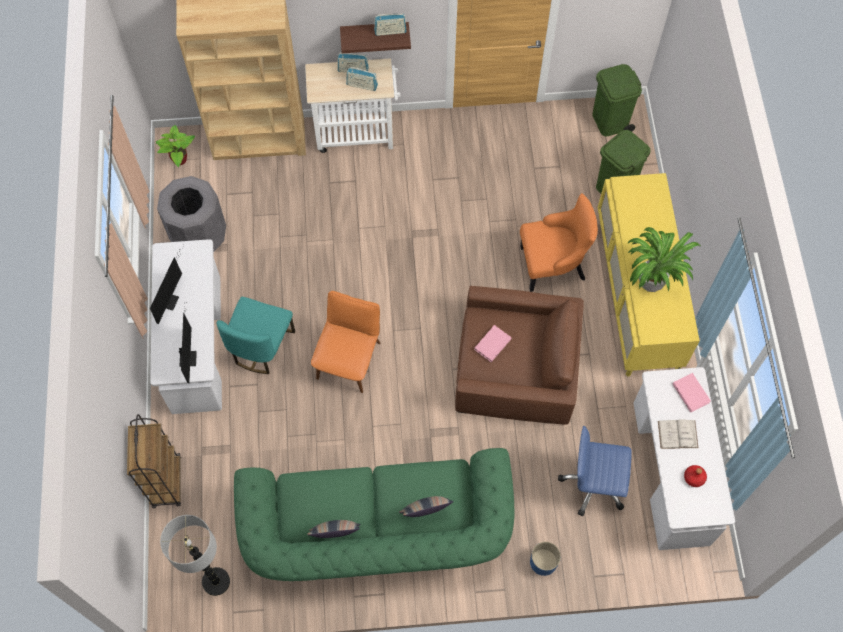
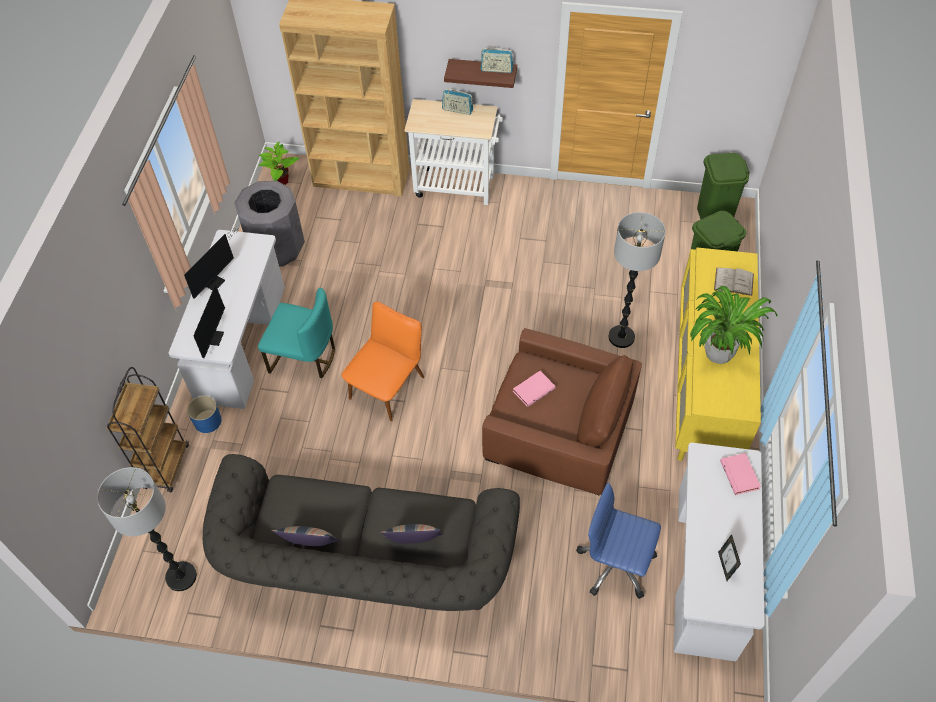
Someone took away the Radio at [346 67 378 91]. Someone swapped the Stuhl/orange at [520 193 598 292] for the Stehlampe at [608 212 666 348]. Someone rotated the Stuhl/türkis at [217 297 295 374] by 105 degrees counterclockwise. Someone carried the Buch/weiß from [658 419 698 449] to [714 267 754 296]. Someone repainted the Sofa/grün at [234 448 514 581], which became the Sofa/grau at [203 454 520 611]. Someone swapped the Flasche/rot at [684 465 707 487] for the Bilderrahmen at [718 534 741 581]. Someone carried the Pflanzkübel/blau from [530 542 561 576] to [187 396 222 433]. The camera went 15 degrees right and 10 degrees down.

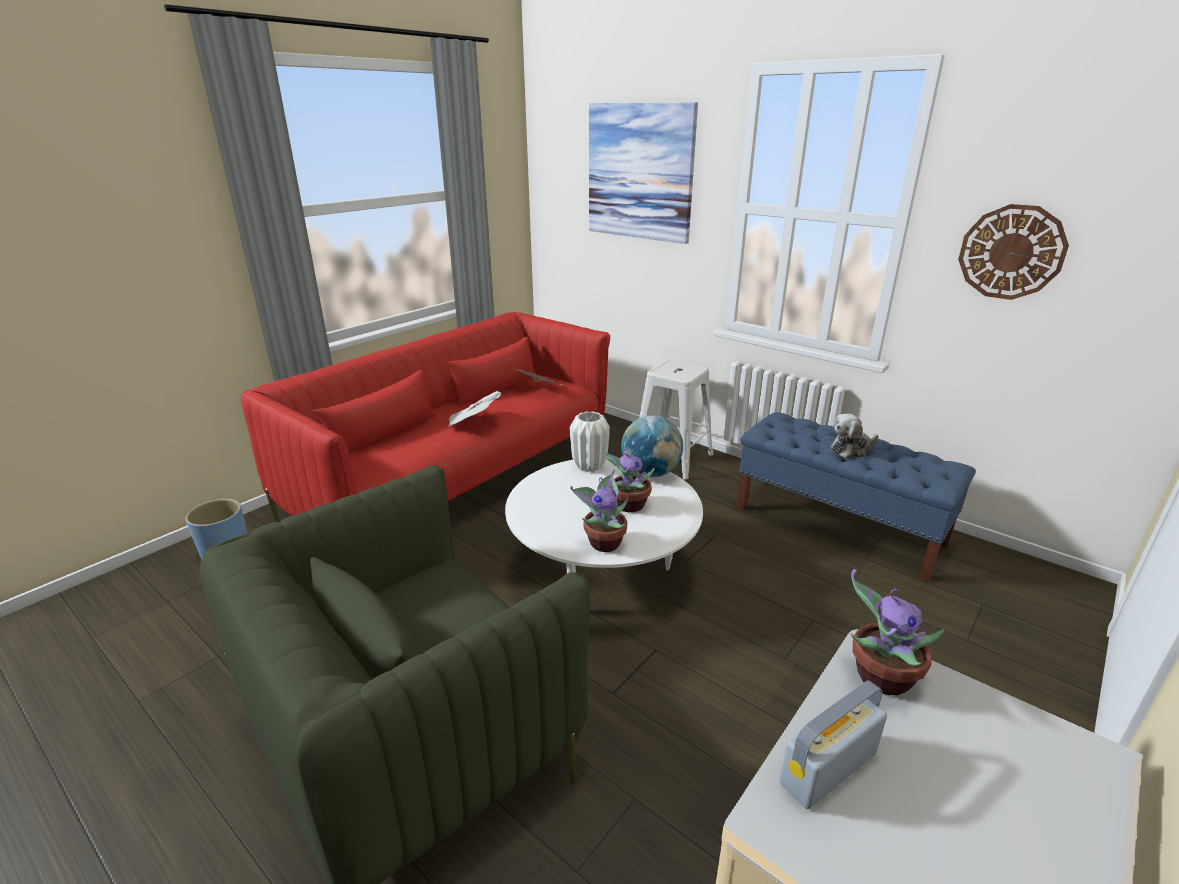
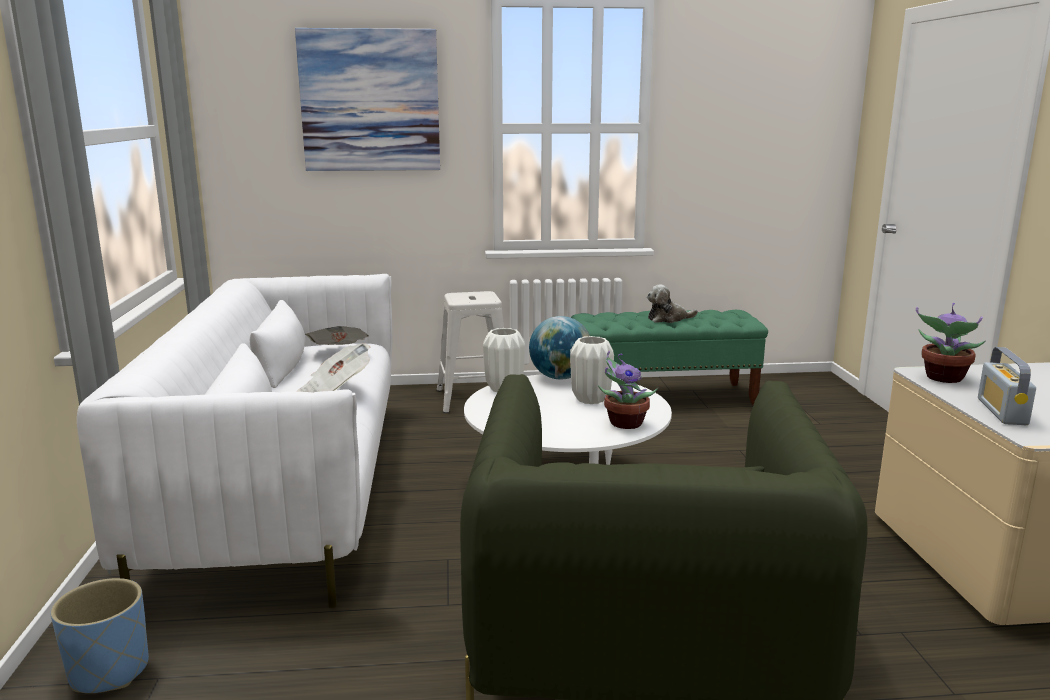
Someone took away the Wanduhr at [958 204 1069 300]. Someone repainted the Sofa/rot at [241 312 610 522], which became the Sofa/weiß at [77 274 392 608]. Someone repainted the Bank/blau at [736 412 976 582], which became the Bank/grün at [571 310 768 405]. Someone rotated the Plüschtier at [831 414 879 458] by 60 degrees clockwise. Someone swapped the Topfpflanze at [602 446 655 512] for the Vase/weiß at [570 336 614 404]. The camera went 45 degrees left and 10 degrees down.

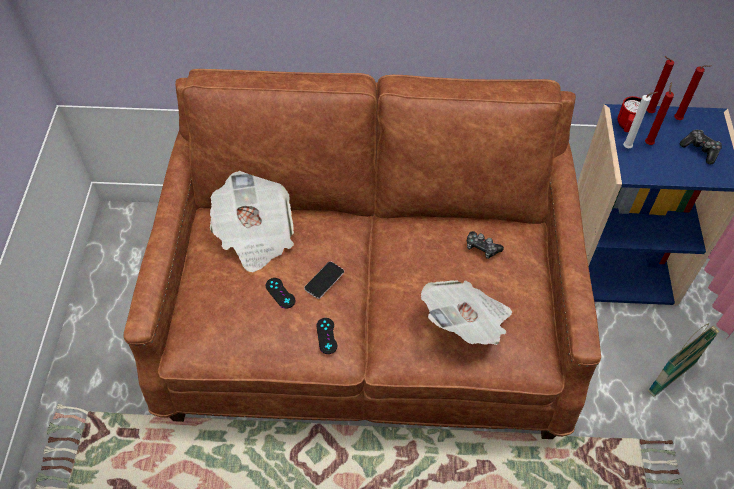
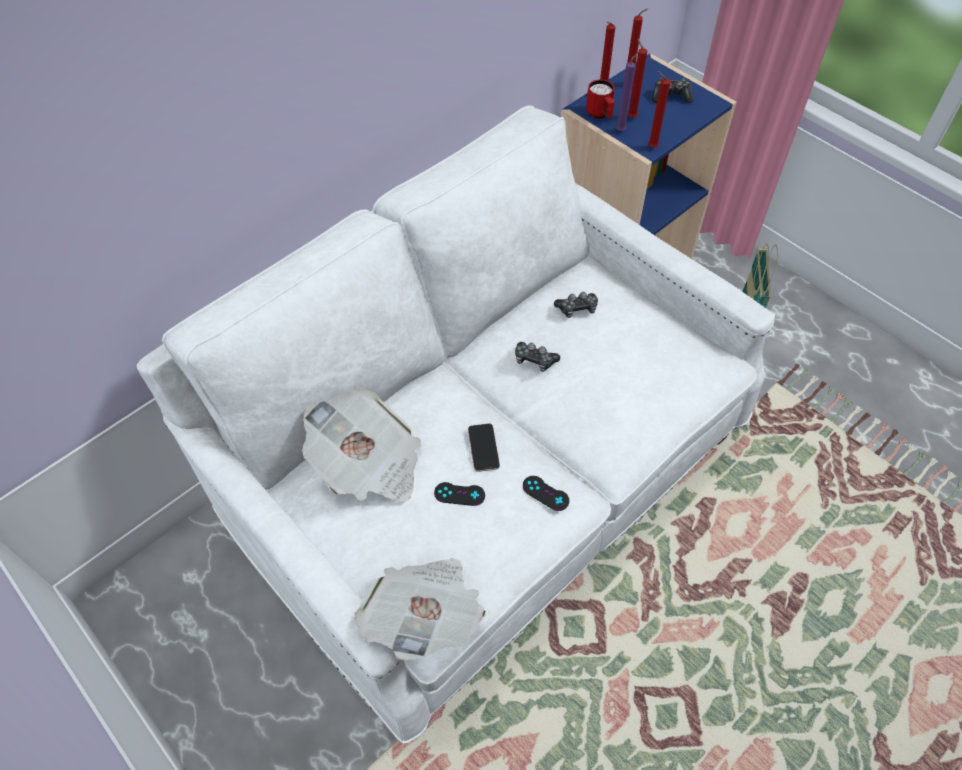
Someone repainted the Sofa/braun at [124 69 601 439], which became the Sofa/weiß at [137 105 775 744]. Someone repainted the Kerze/weiß at [623 92 658 148], which became the Kerze/lila at [616 52 639 131]. Someone carried the Zeitung from [421 280 512 345] to [355 558 486 660]. Someone put down the Kerze/rot at [648 71 670 148]. Someone put down the Gamepad at [515 342 560 372]. The camera went 45 degrees left and 0 degrees up.

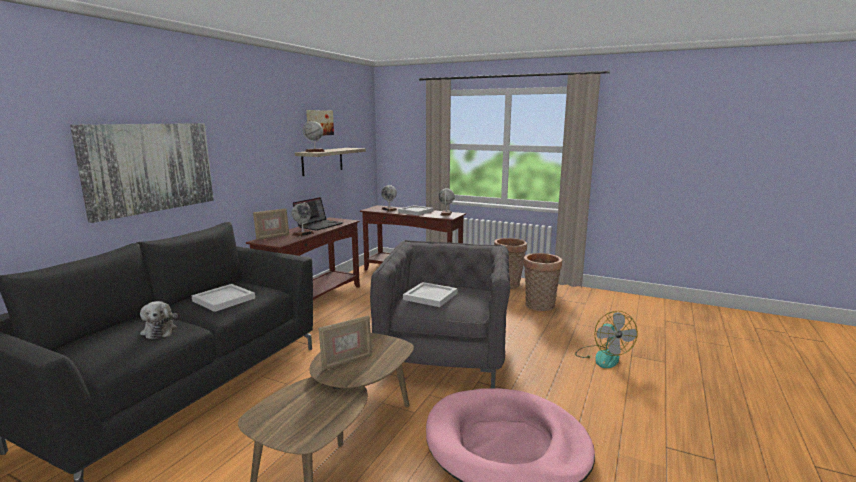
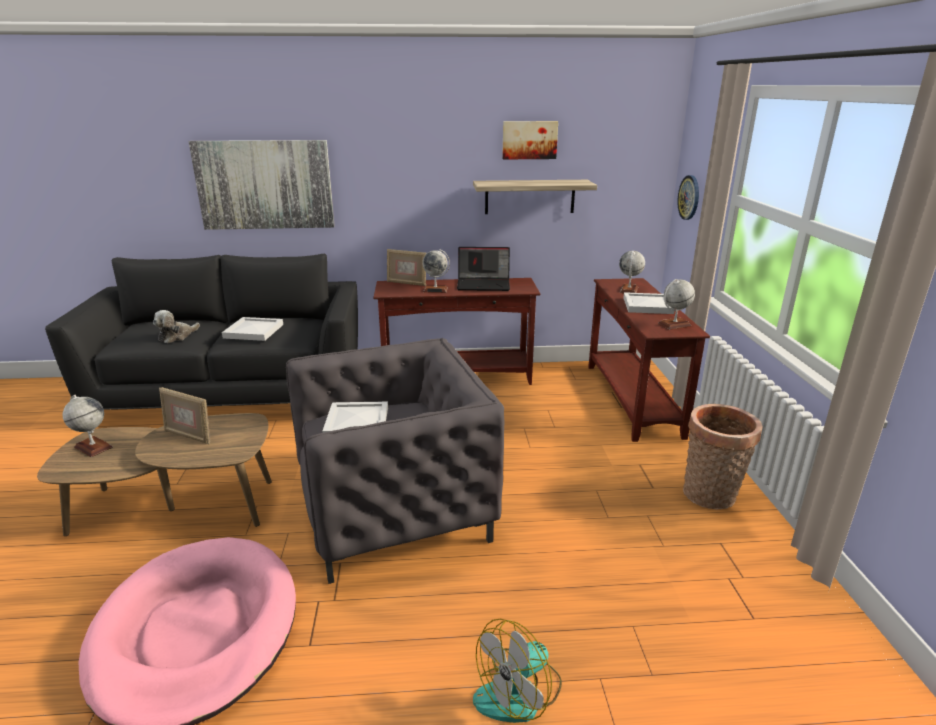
Someone carried the Globus from [303 120 325 152] to [63 395 113 457]. Someone took away the Korb at [524 253 562 311]. Someone put up the Wanduhr at [677 175 699 220]. The camera went 60 degrees right and 10 degrees up.

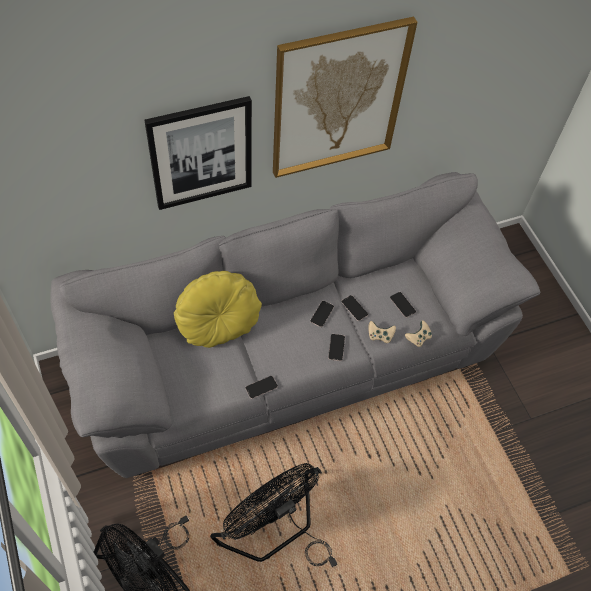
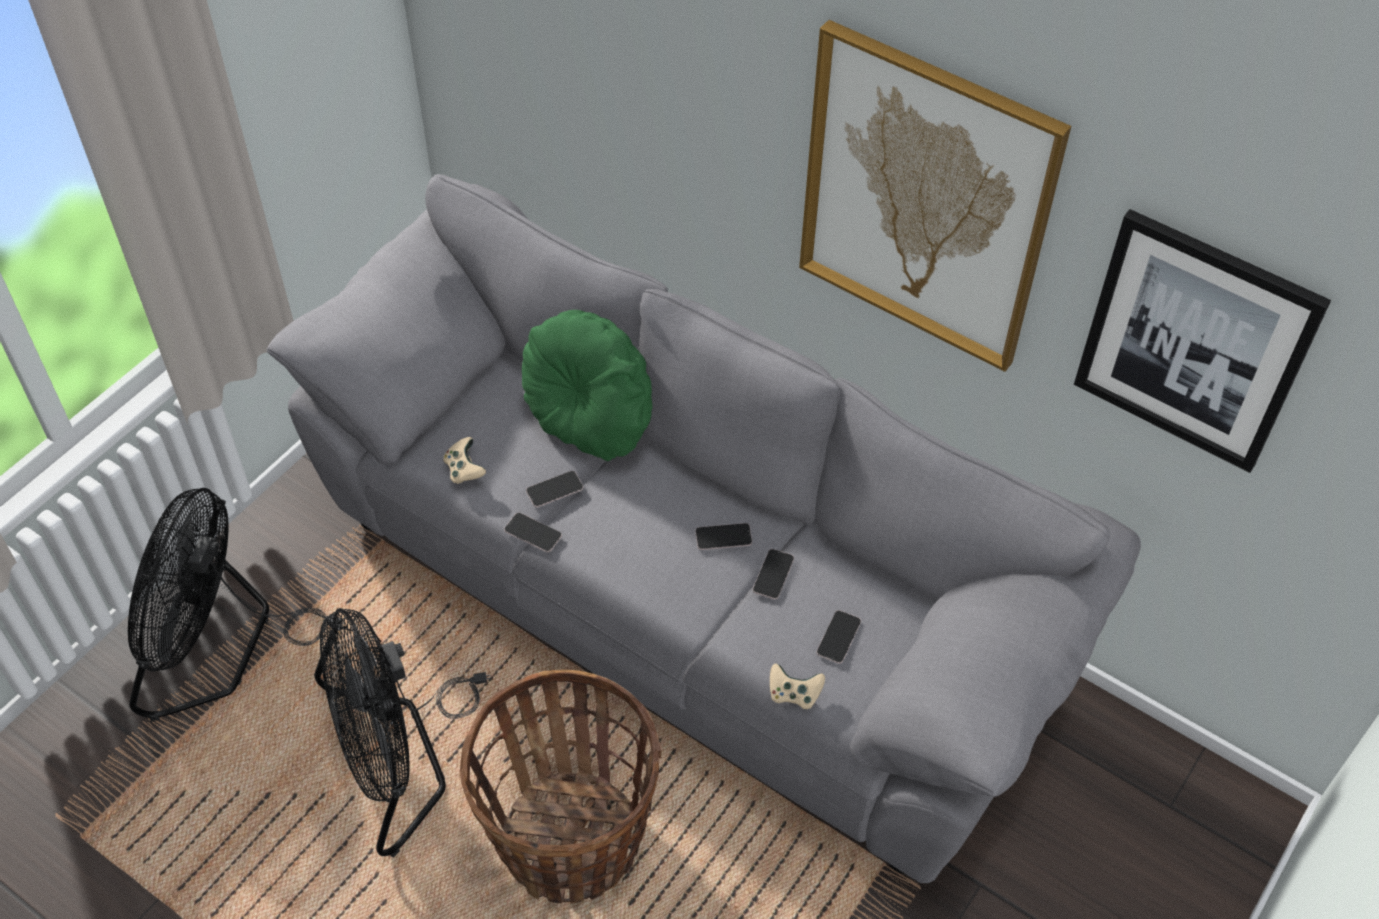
Someone carried the Bild from [144 96 252 210] to [1074 209 1331 473]. Someone repainted the Kissen/gelb at [174 271 262 348], which became the Kissen/grün at [522 310 653 461]. Someone carried the Gamepad/beige from [369 321 396 343] to [443 437 486 484]. Someone carried the Handy from [328 334 345 361] to [526 471 583 507]. Someone rotated the Ventilator/schwarz at [210 463 337 568] by 135 degrees counterclockwise. Someone put down the Korb at [460 669 662 904]. The camera went 60 degrees right and 5 degrees down.

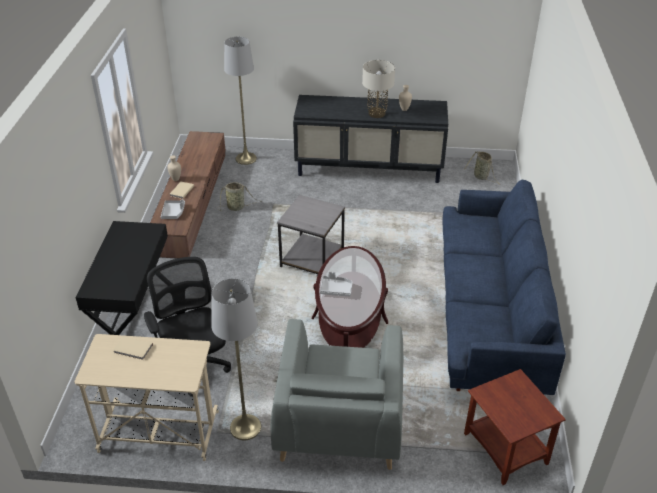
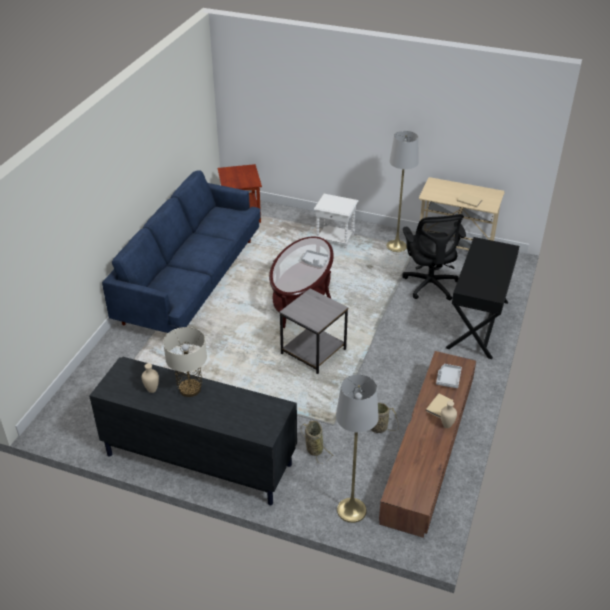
Someone carried the Korb from [465 151 501 185] to [301 420 333 464]. Someone swapped the Sessel/grau at [271 319 403 470] for the Beistelltisch/weiß at [313 194 359 249]. The camera went 165 degrees left and 0 degrees up.

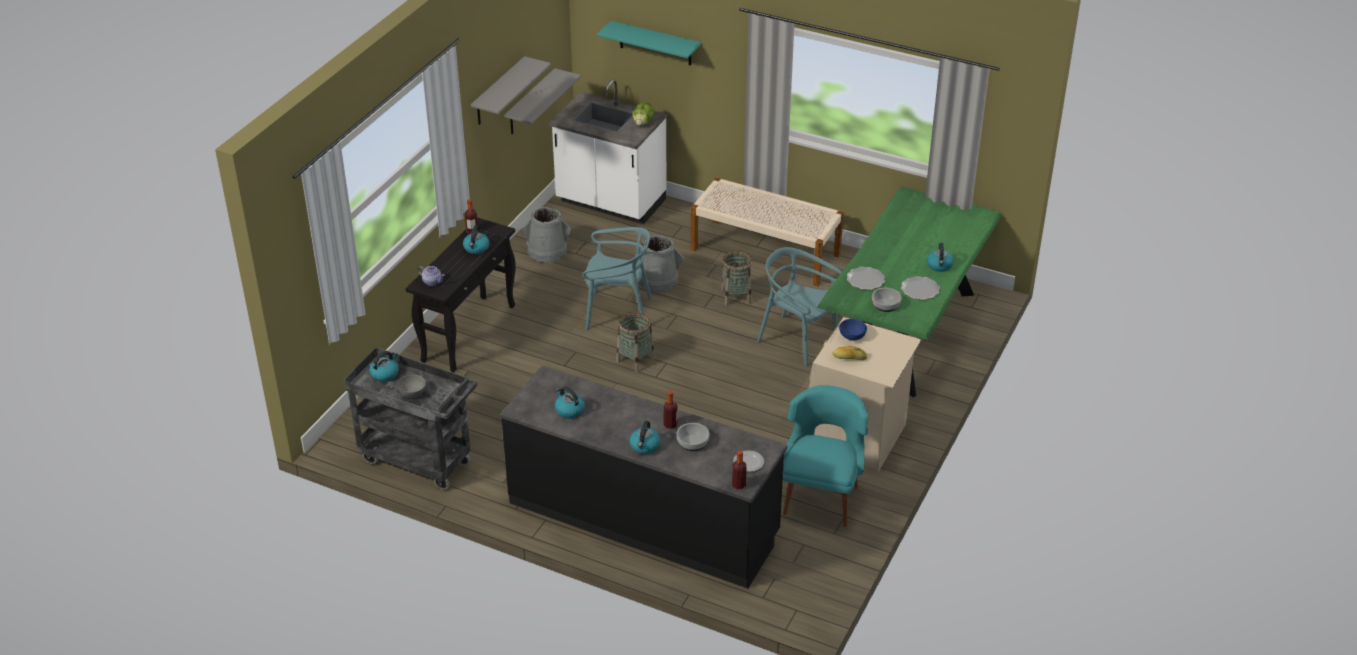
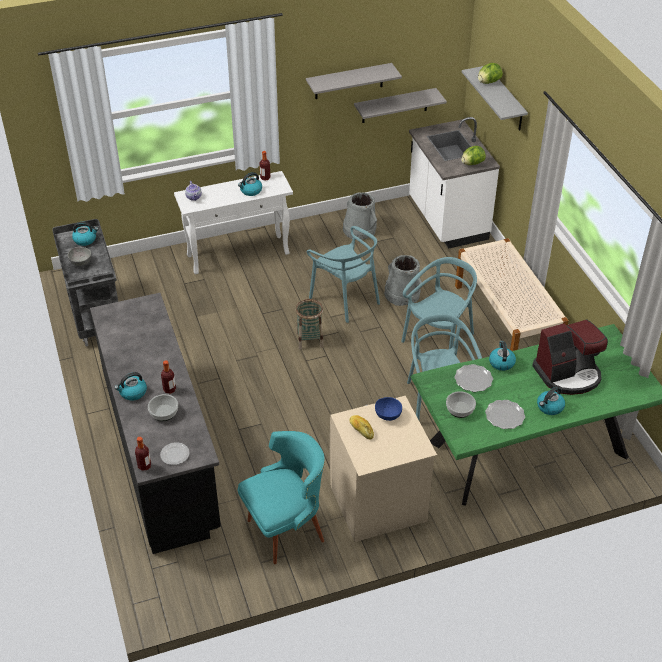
Someone repainted the Wandregal/türkis at [597 21 701 65], which became the Wandregal/grau at [462 66 528 131]. Someone repainted the Konsolentisch/schwarz at [406 218 516 372], which became the Konsolentisch/weiß at [174 171 293 274]. Someone swapped the Korb at [721 250 752 306] for the Stuhl/türkis at [401 257 477 349]. Someone carried the Wasserkessel from [555 387 585 419] to [489 341 516 371]. Someone put down the Salatkopf at [478 63 503 84]. Someone put down the Kaffeemaschine at [532 319 608 395]. The camera went 45 degrees right and 5 degrees up.

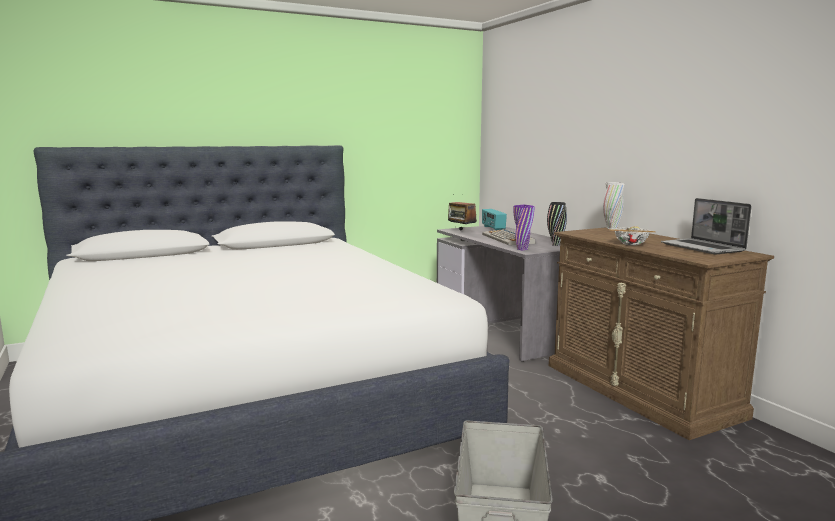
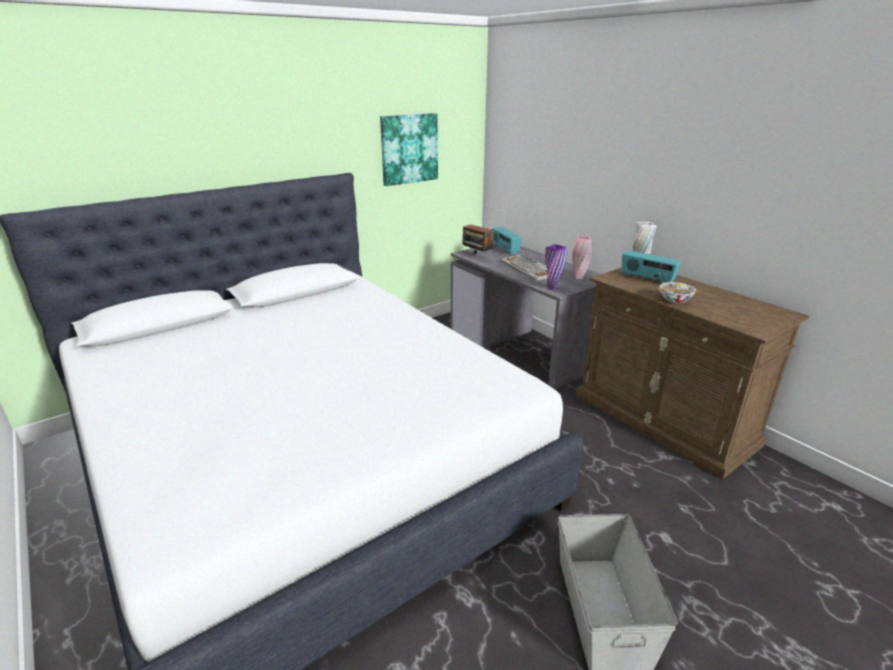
Someone took away the Laptop at [661 198 752 254]. Someone repainted the Vase/schwarz at [547 202 567 246], which became the Vase/rosa at [572 236 592 279]. Someone put up the Bild at [380 113 438 186]. Someone put down the Radio at [622 250 681 283]. The camera went 10 degrees left and 15 degrees up.

